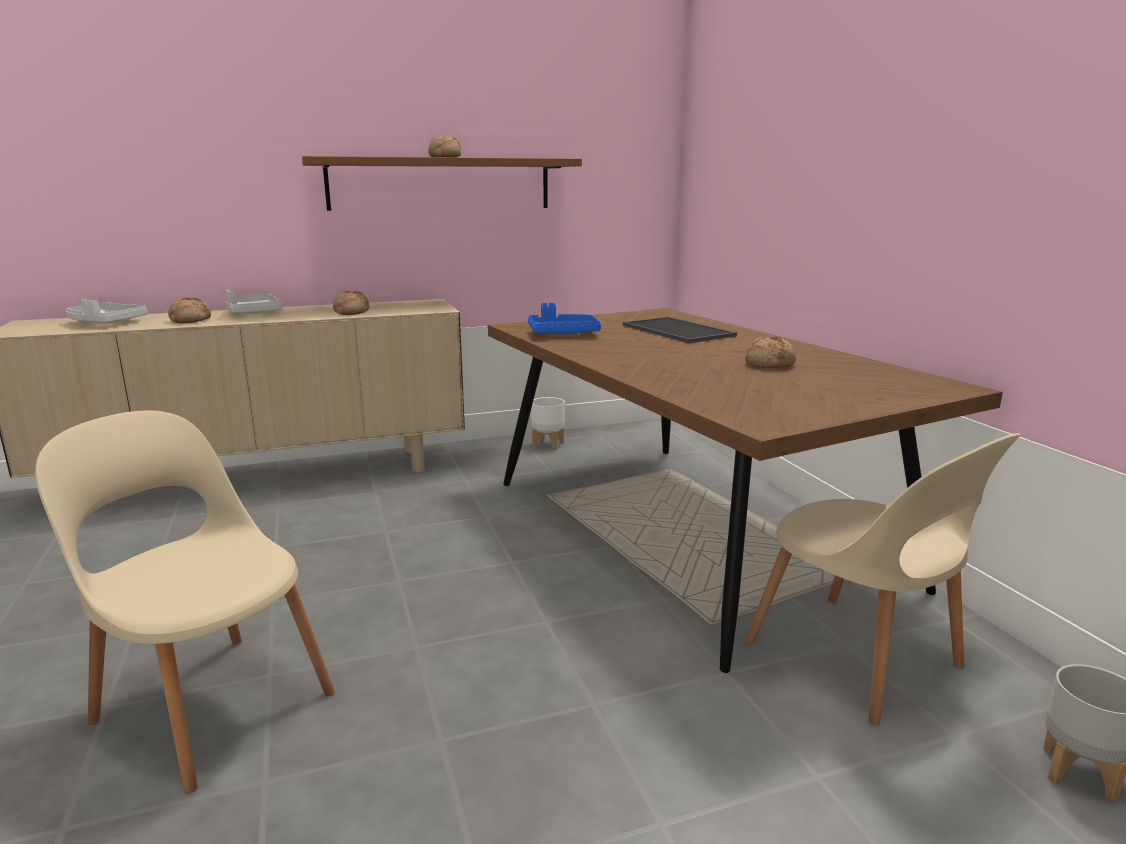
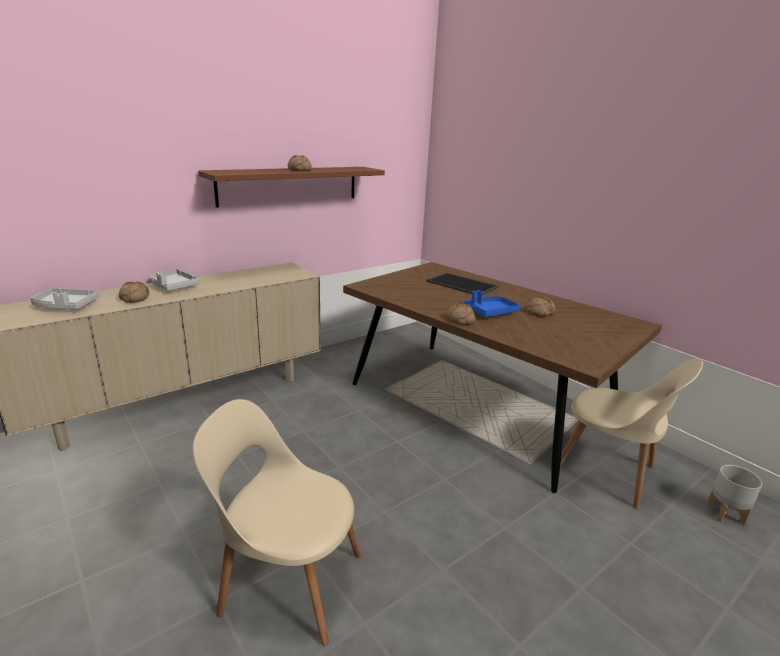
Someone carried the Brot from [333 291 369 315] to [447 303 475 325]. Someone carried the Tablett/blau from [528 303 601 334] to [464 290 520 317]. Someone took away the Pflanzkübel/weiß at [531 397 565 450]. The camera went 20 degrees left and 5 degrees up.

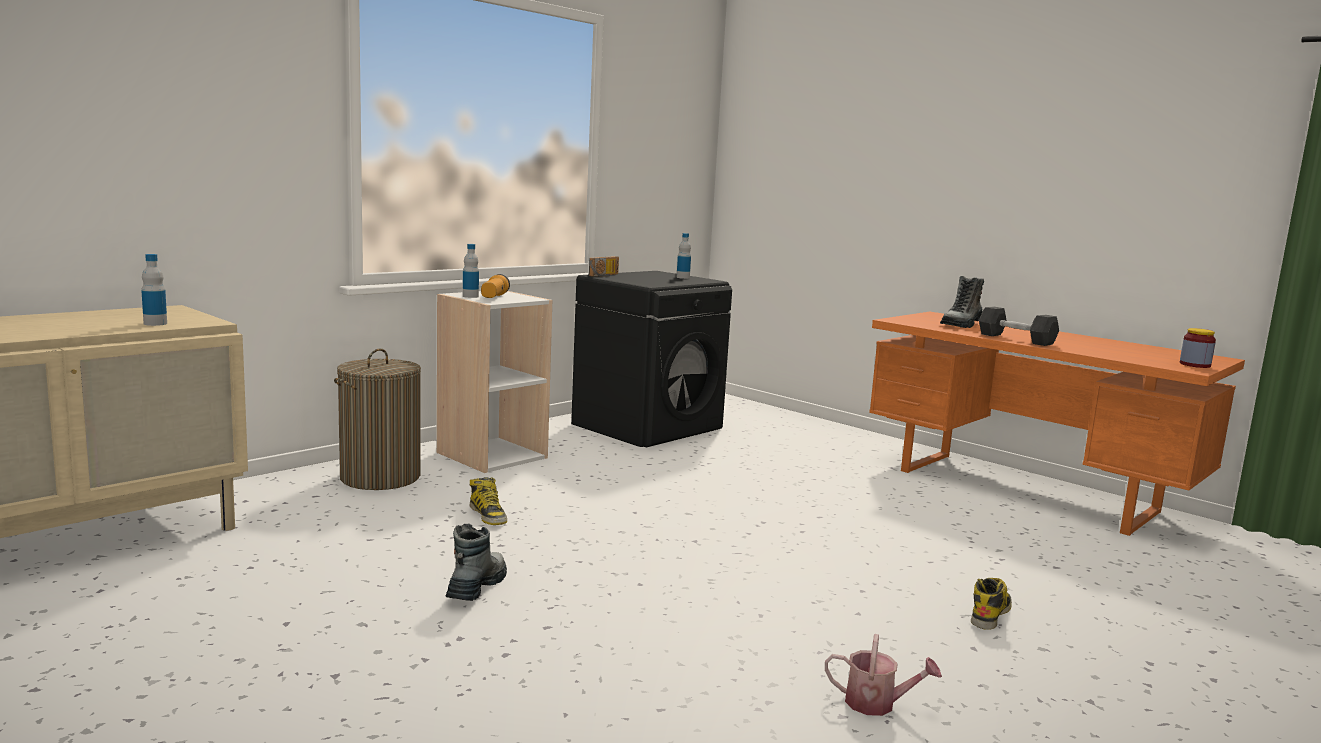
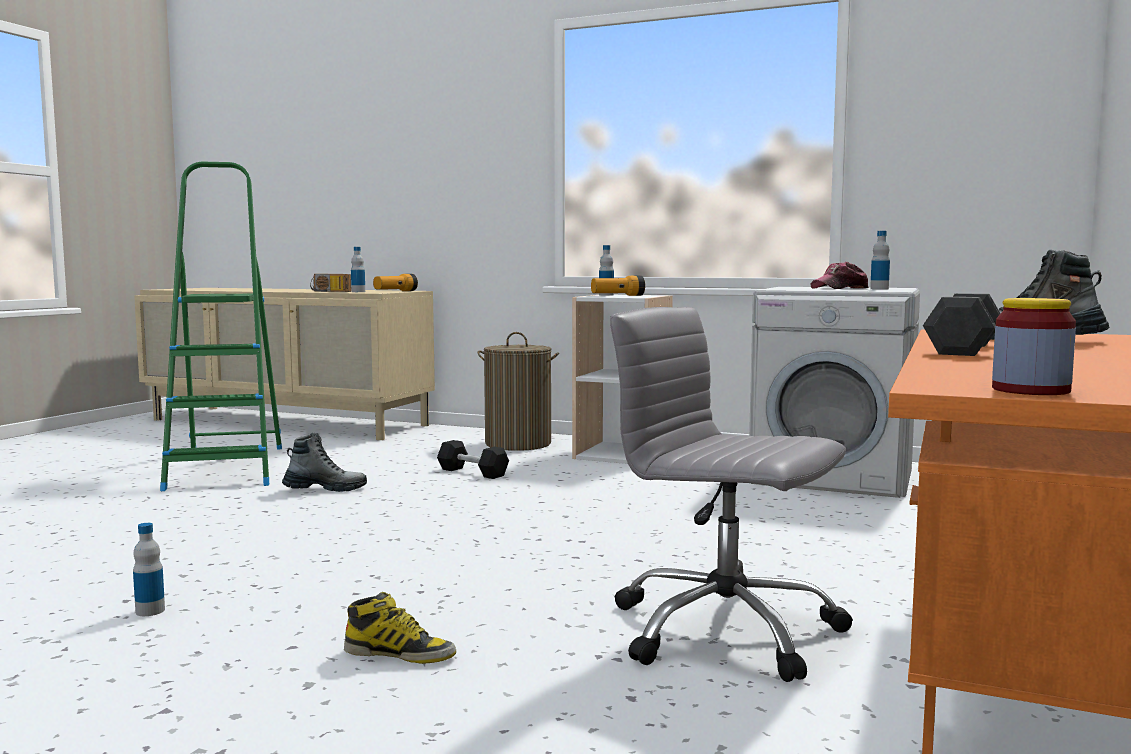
Someone carried the Radio from [589 256 619 277] to [310 274 351 292]. Someone repainted the Waschmaschine/schwarz at [571 271 732 448], which became the Waschmaschine/weiß at [749 287 920 498]. Someone swapped the Stiefel at [469 477 507 525] for the Hantel/schwarz at [437 440 509 479]. Someone swapped the Gießkanne at [825 634 942 716] for the Flasche at [133 523 165 616]. Someone put down the Trittleiter/grün at [160 162 282 491]. Someone put down the Kappe at [810 262 868 289]. Someone put down the Taschenlampe at [373 274 418 291]. Someone put down the Bürostuhl/grau at [610 307 853 682]. The camera went 70 degrees right and 5 degrees down.

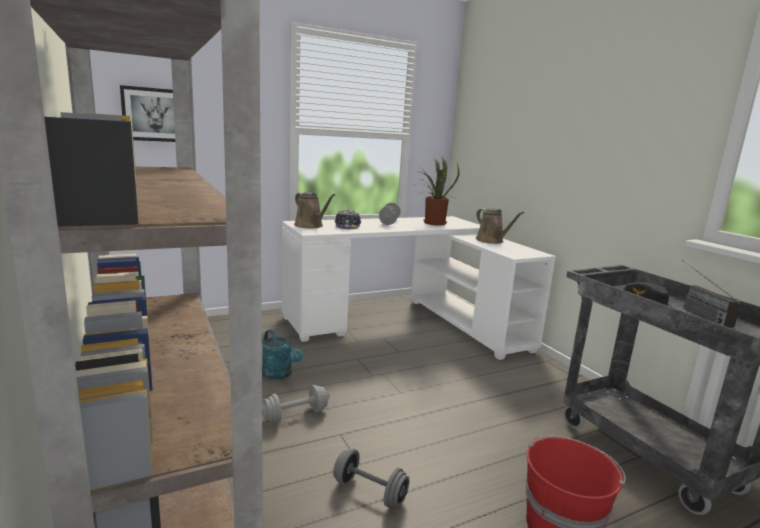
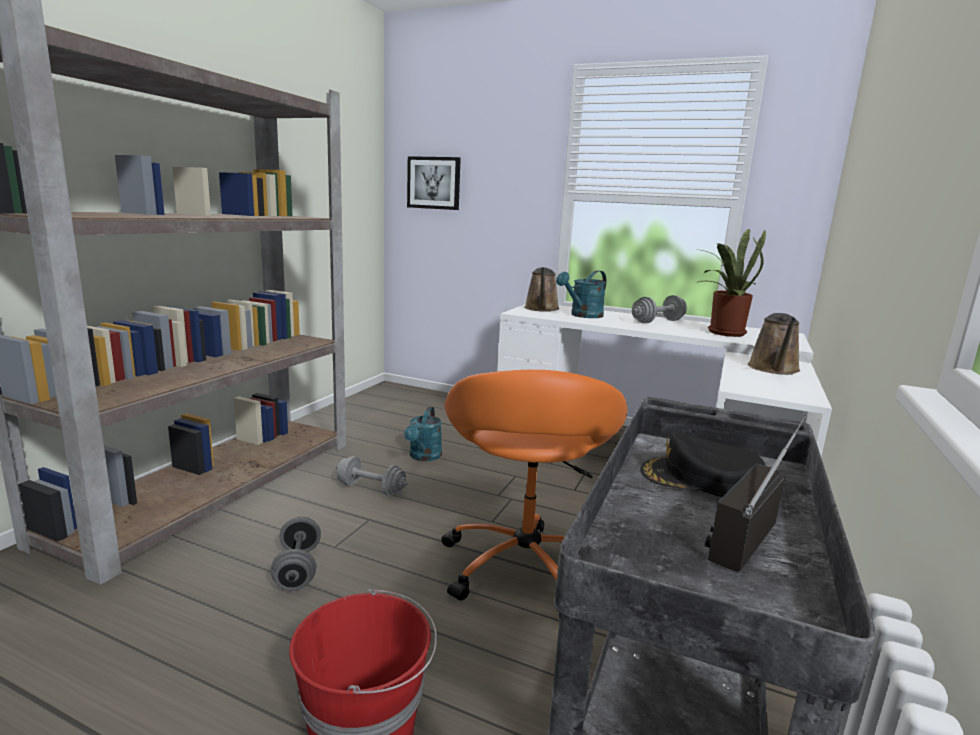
Someone swapped the Kappe at [335 210 361 229] for the Gießkanne/türkis at [556 271 606 318]. Someone put down the Bürostuhl/orange at [441 370 627 600]. The camera went 50 degrees right and 0 degrees up.

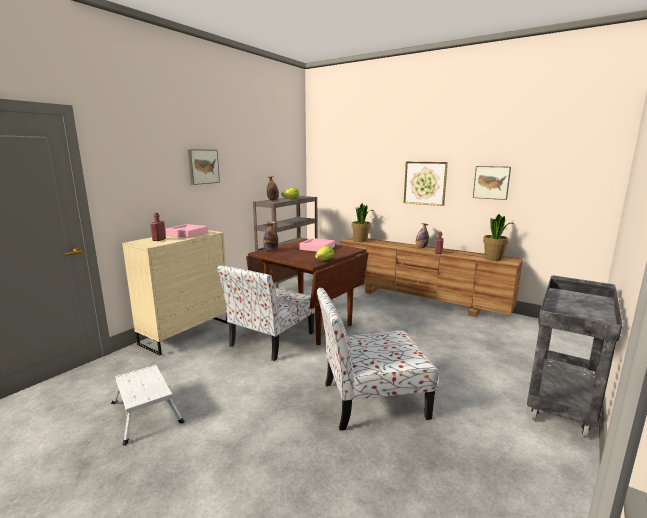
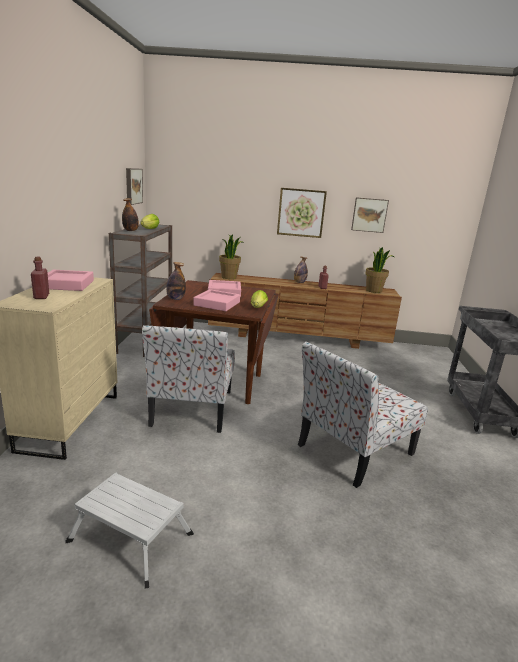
Someone carried the Bild from [188 149 220 185] to [126 168 143 205]. Someone put down the Tablett/rosa at [193 289 240 311]. The camera went 30 degrees left and 5 degrees up.

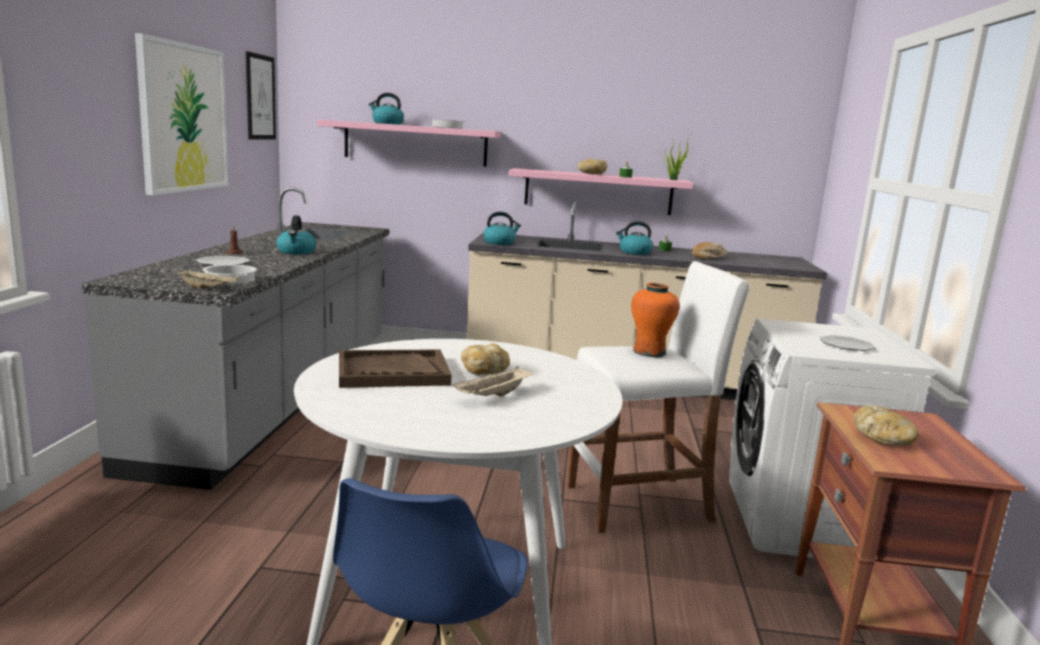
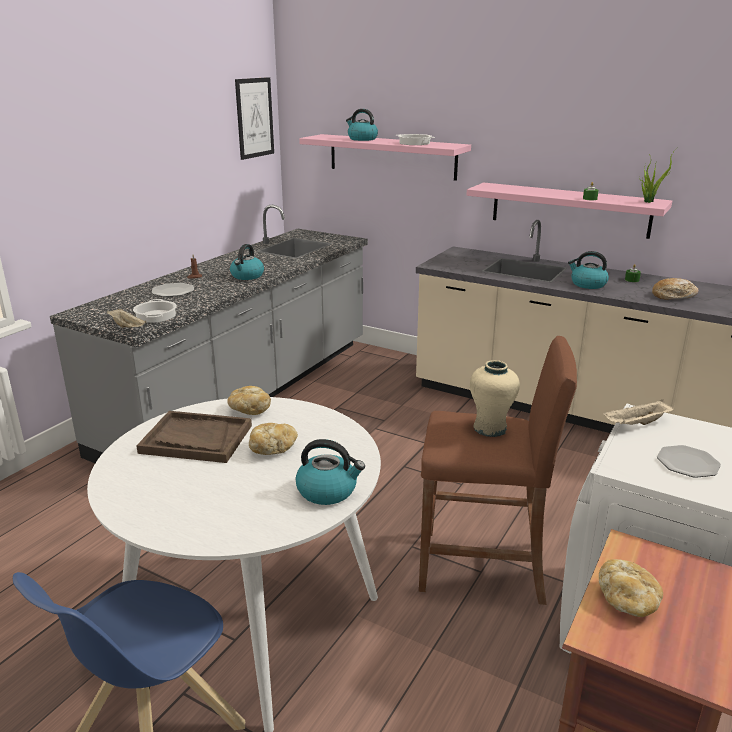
Someone took away the Bild at [135 33 229 195]. Someone carried the Brot from [578 159 607 174] to [227 386 271 415]. Someone carried the Wasserkessel from [483 212 521 245] to [295 439 365 505]. Someone repainted the Hocker/weiß at [567 261 750 533], which became the Hocker/braun at [419 336 577 605]. Someone repainted the Vase/orange at [631 283 679 357], which became the Vase/beige at [470 360 520 437]. Someone carried the Tablett/beige from [452 366 532 396] to [603 399 674 425]. The camera went 25 degrees right and 10 degrees up.

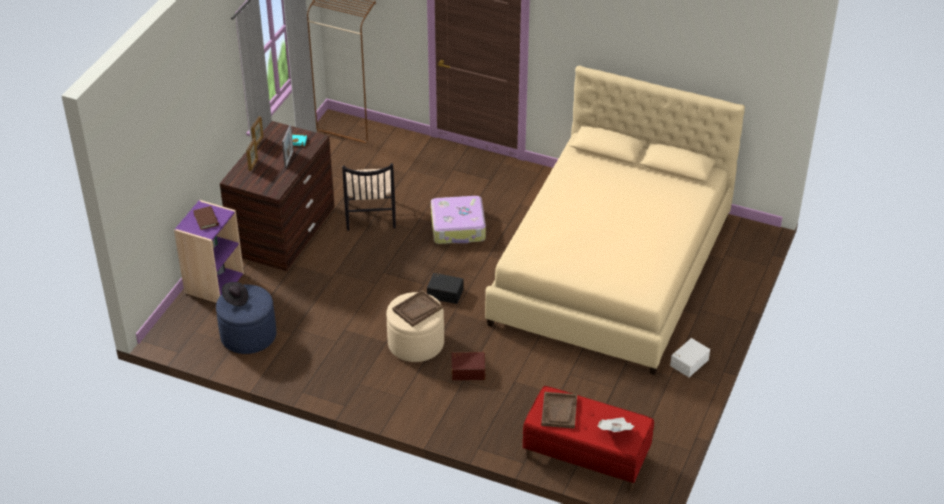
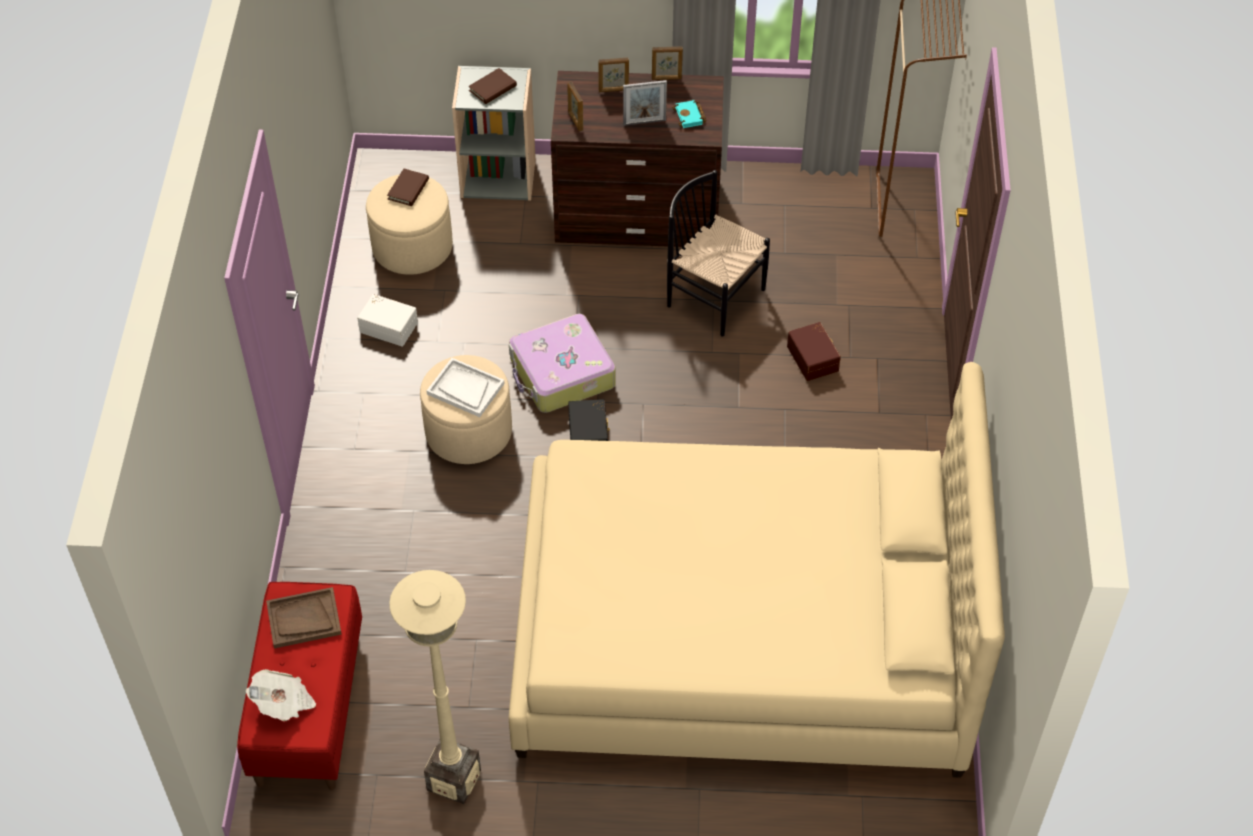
Someone rotated the Stuhl/schwarz at [342 163 396 231] by 60 degrees clockwise. Someone carried the Koffer from [431 196 486 244] to [509 314 616 413]. Someone repainted the Bücherregal/lila at [174 200 244 303], which became the Bücherregal/grau at [452 66 536 200]. Someone swapped the Hut/schwarz at [222 282 248 307] for the Buch/braun at [387 169 429 206]. Someone repainted the Polsterhocker/blau at [216 285 277 354], which became the Polsterhocker/beige at [366 174 453 275]. Someone repainted the Tablett/braun at [392 290 443 327], which became the Tablett/weiß at [427 358 505 417]. Someone carried the Aufbewahrungsbox/weiß from [670 338 710 377] to [358 294 418 347]. Someone carried the Aufbewahrungsbox/braun from [451 352 485 380] to [787 322 841 381]. Someone put down the Bilderrahmen at [567 82 583 131]. Someone put down the Stehlampe/beige at [389 570 481 804]. The camera went 70 degrees right and 10 degrees up.

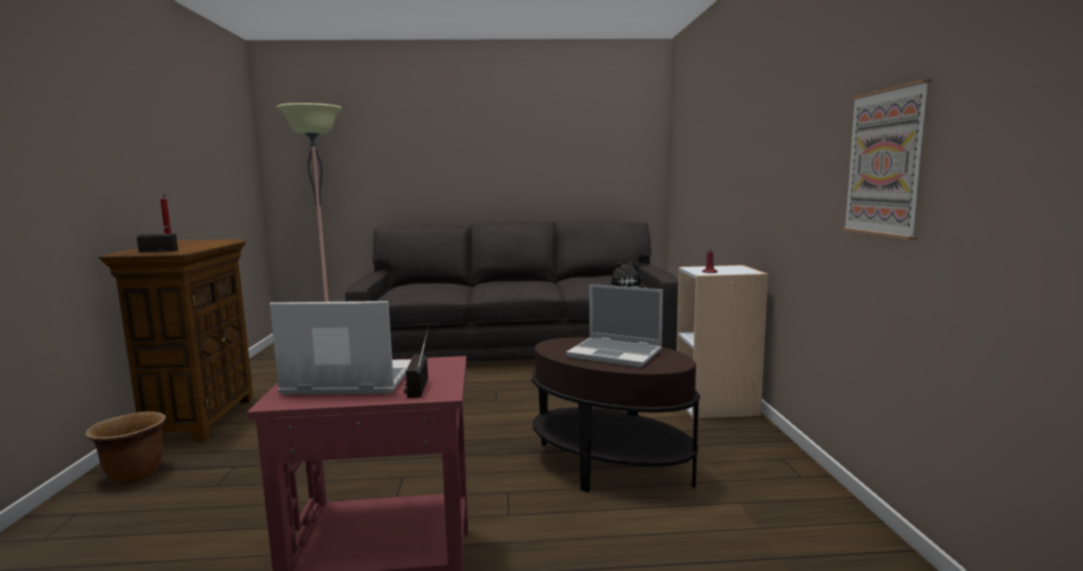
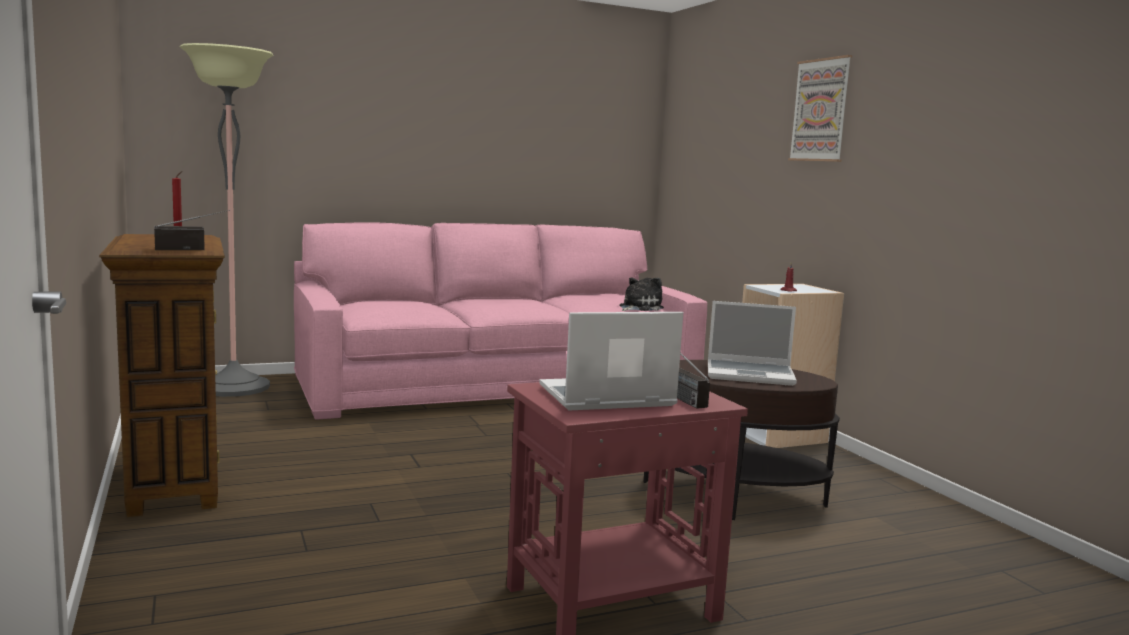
Someone carried the Bild from [842 79 932 240] to [788 55 852 162]. Someone repainted the Sofa/grau at [345 221 678 363], which became the Sofa/rosa at [294 223 707 420]. Someone took away the Pflanzkübel/braun at [85 411 166 483]. The camera went 20 degrees left and 0 degrees up.

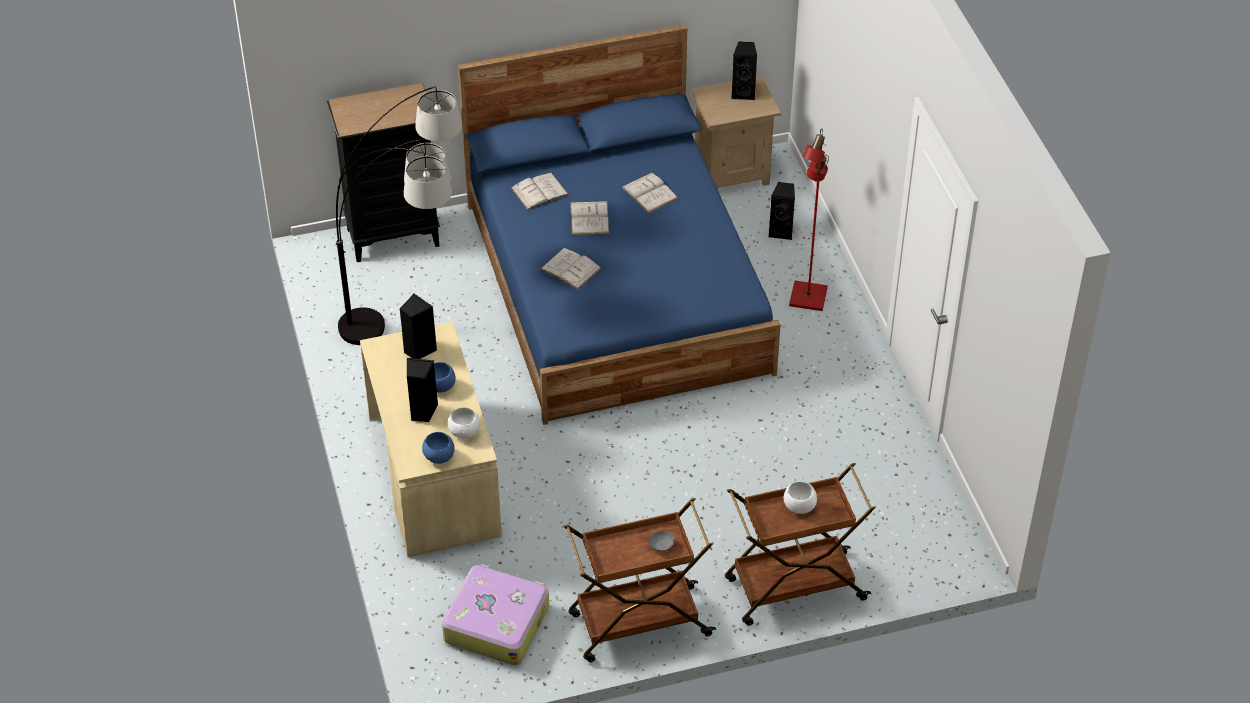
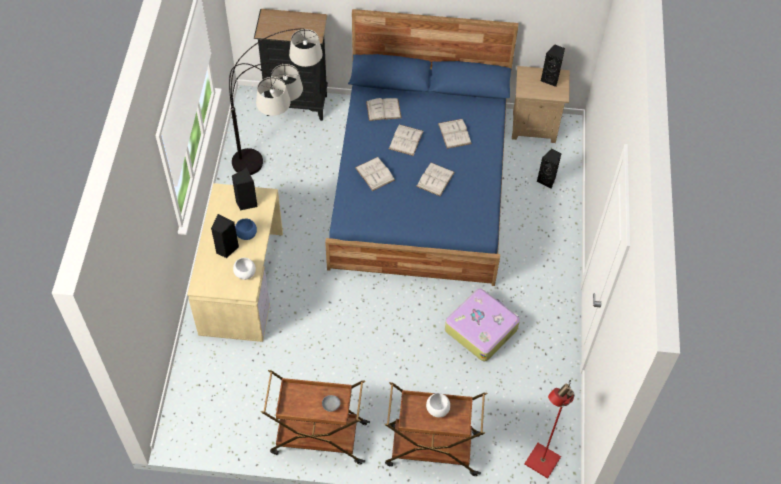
Someone carried the Stehlampe/rot from [789 129 829 311] to [524 380 575 478]. Someone took away the Schüssel/blau at [422 432 454 464]. Someone carried the Koffer from [442 564 549 665] to [445 289 520 362]. Someone put down the Buch/weiß at [416 163 455 196]. The camera went 20 degrees right and 10 degrees up.

